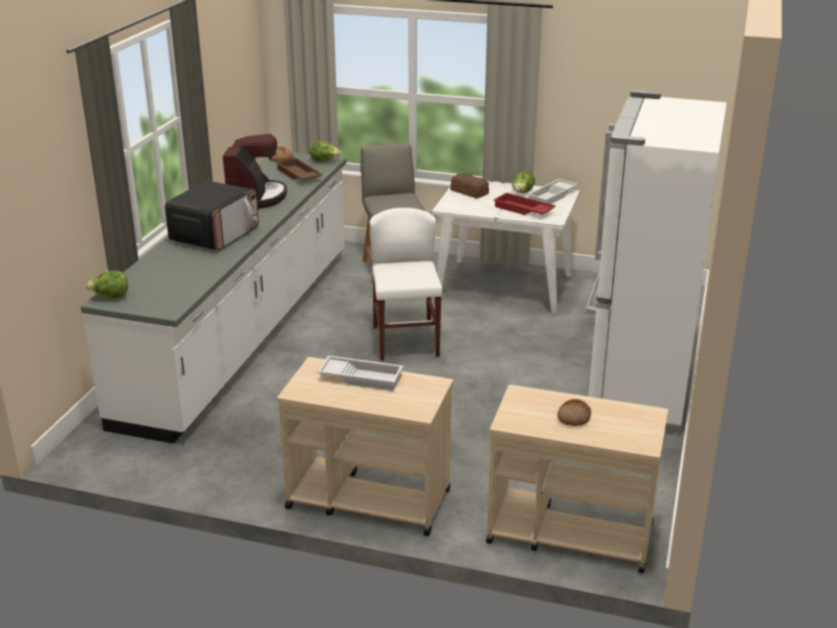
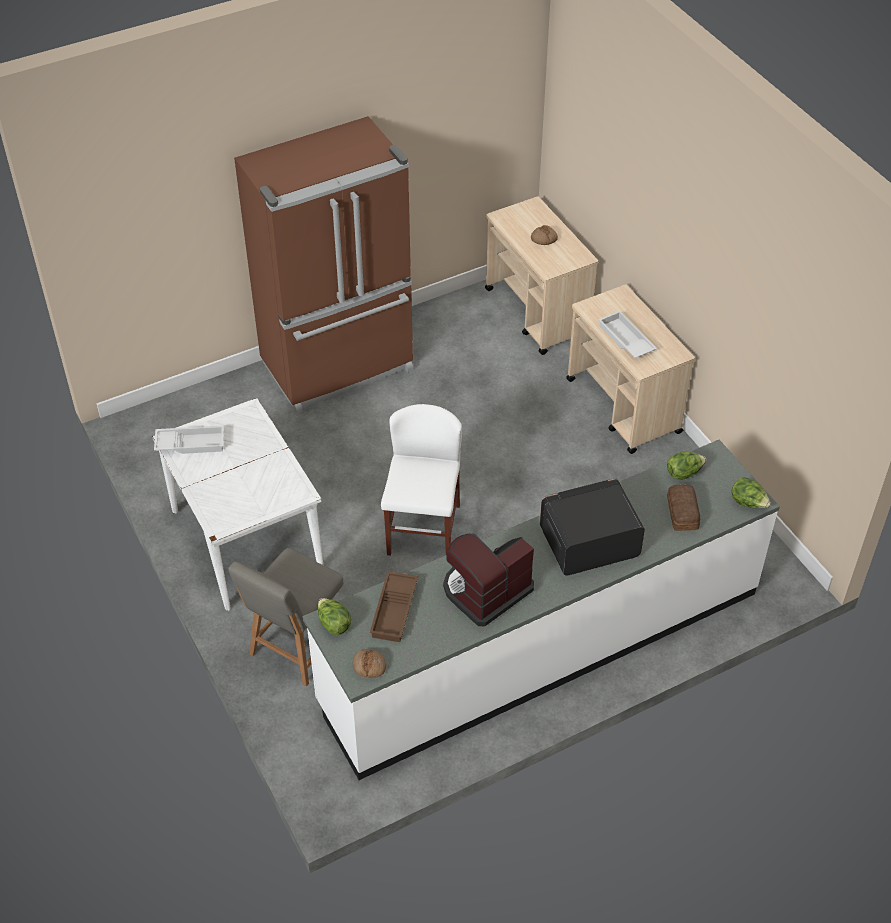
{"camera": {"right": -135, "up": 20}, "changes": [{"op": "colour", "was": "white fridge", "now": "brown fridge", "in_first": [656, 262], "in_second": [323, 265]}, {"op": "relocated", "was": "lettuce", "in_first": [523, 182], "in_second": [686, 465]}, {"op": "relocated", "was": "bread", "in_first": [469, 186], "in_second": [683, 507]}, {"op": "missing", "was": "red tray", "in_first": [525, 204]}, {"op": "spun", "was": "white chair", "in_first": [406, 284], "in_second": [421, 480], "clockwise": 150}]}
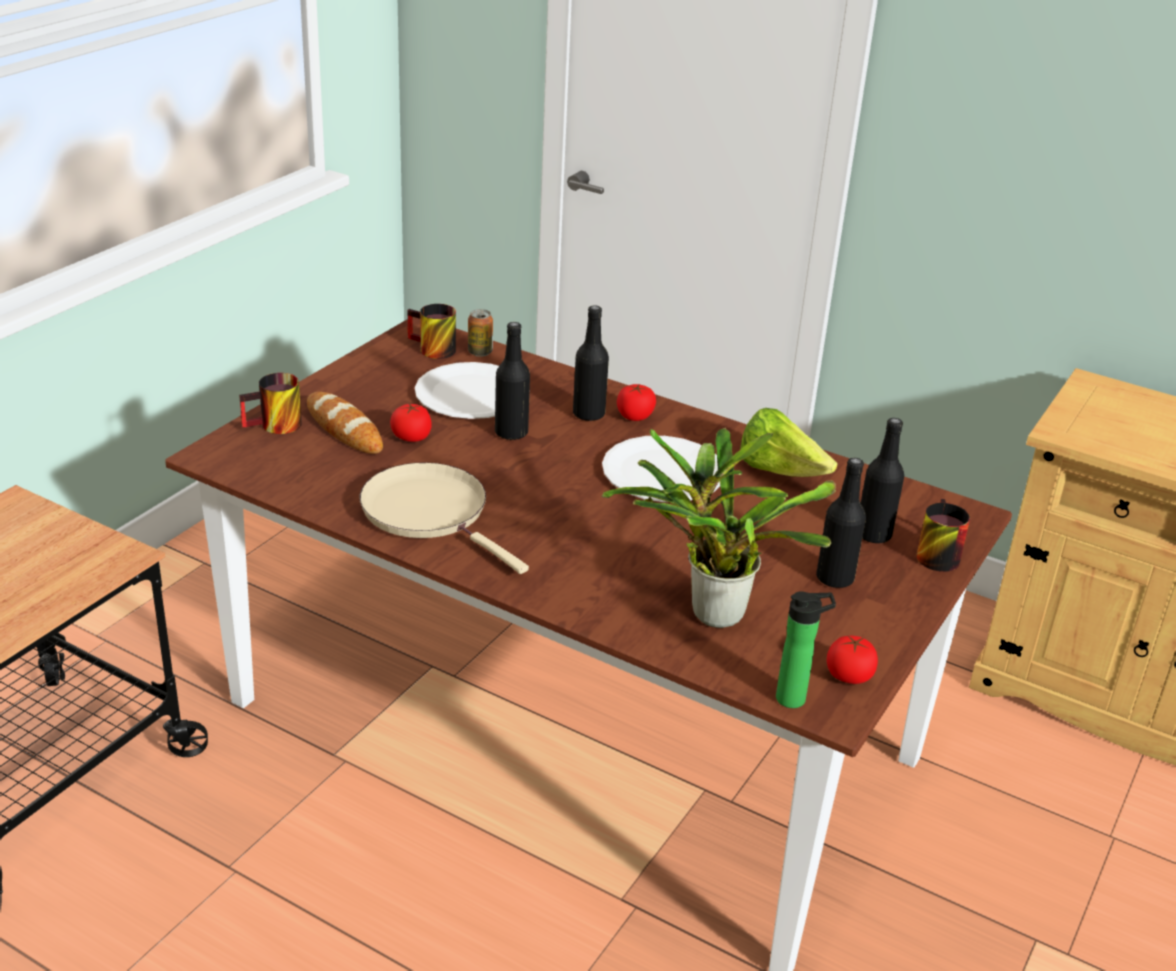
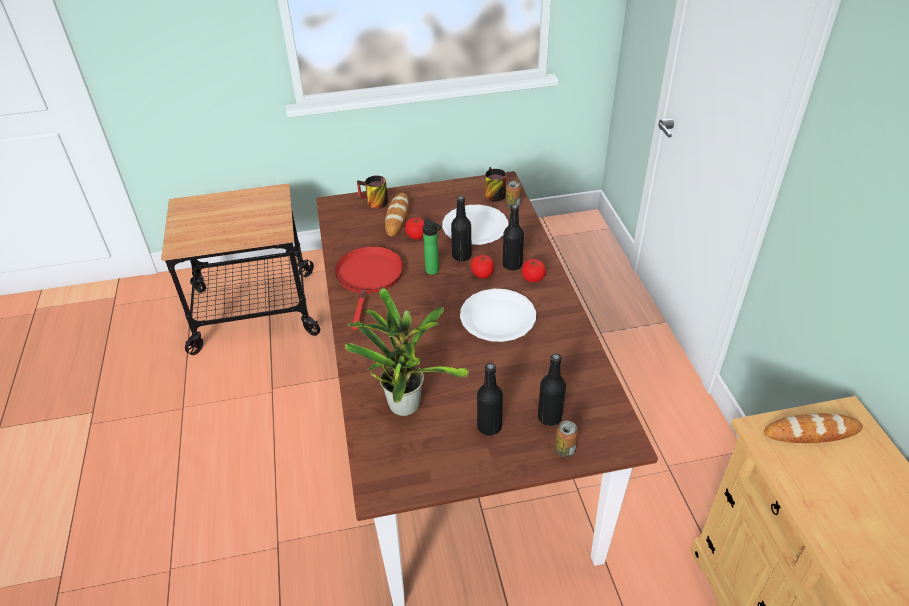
{"camera": {"right": 50, "up": 10}, "changes": [{"op": "missing", "was": "lettuce", "in_first": [789, 442]}, {"op": "colour", "was": "beige frying pan", "now": "red frying pan", "in_first": [444, 518], "in_second": [368, 288]}, {"op": "exchanged", "was": "mug", "now": "can", "in_first": [943, 535], "in_second": [566, 439]}, {"op": "relocated", "was": "bottle", "in_first": [806, 649], "in_second": [432, 247]}, {"op": "relocated", "was": "tomato", "in_first": [852, 659], "in_second": [483, 266]}, {"op": "appeared", "now": "bread", "in_second": [813, 428]}]}
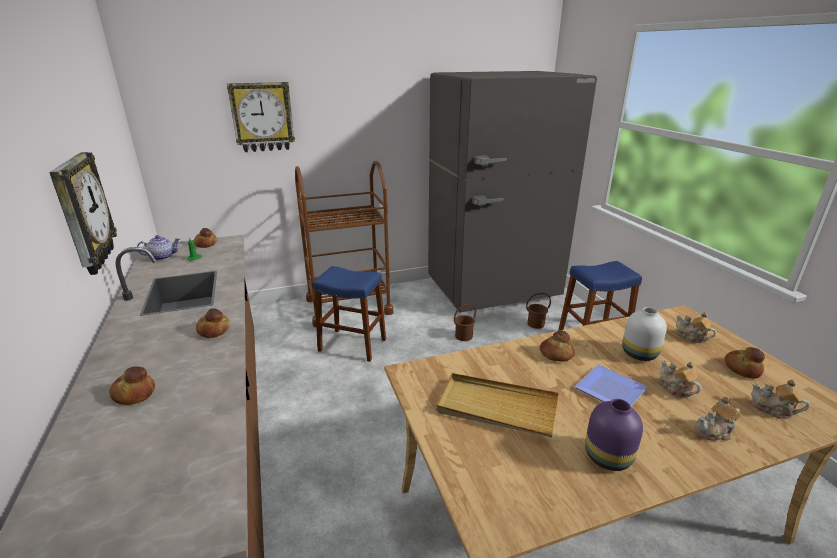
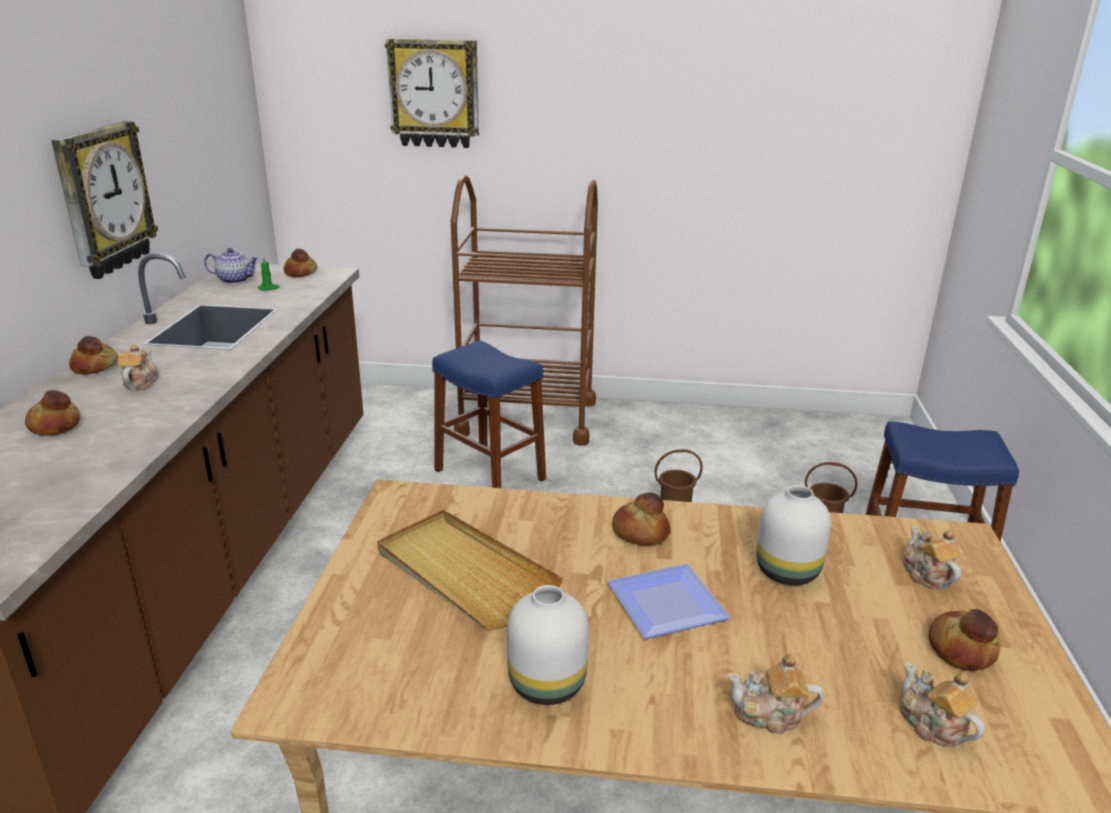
{"camera": {"right": 25, "up": 0}, "changes": [{"op": "missing", "was": "grey fridge", "in_first": [512, 192]}, {"op": "relocated", "was": "bread", "in_first": [213, 323], "in_second": [93, 355]}, {"op": "relocated", "was": "teapot", "in_first": [680, 379], "in_second": [138, 367]}, {"op": "colour", "was": "purple vase", "now": "white vase", "in_first": [614, 435], "in_second": [548, 645]}]}
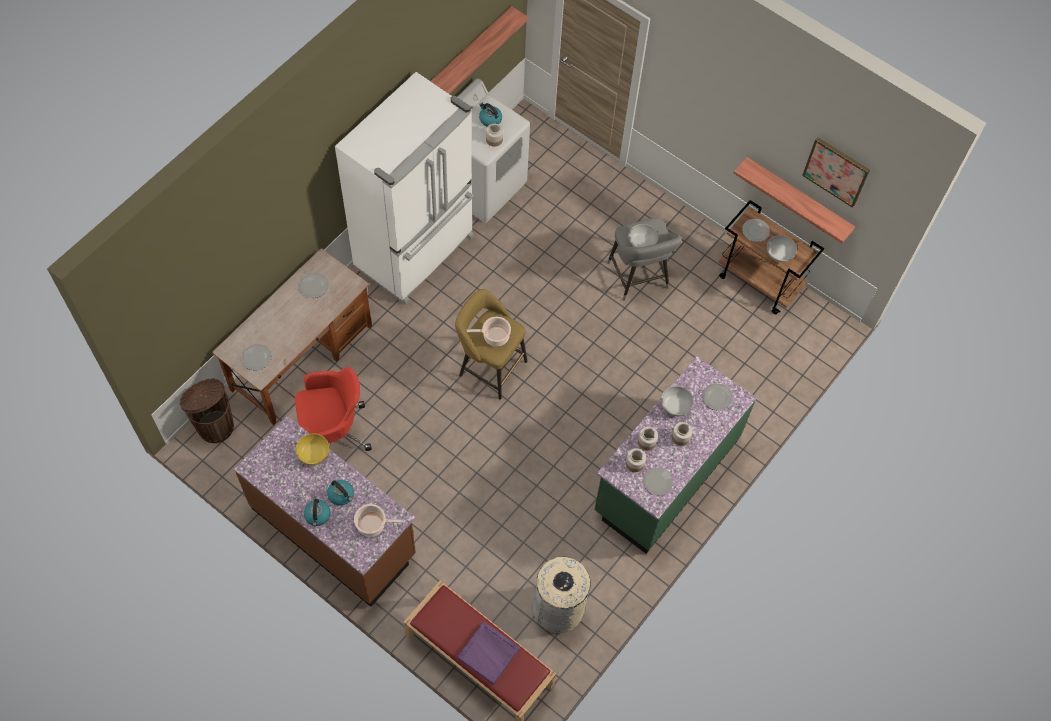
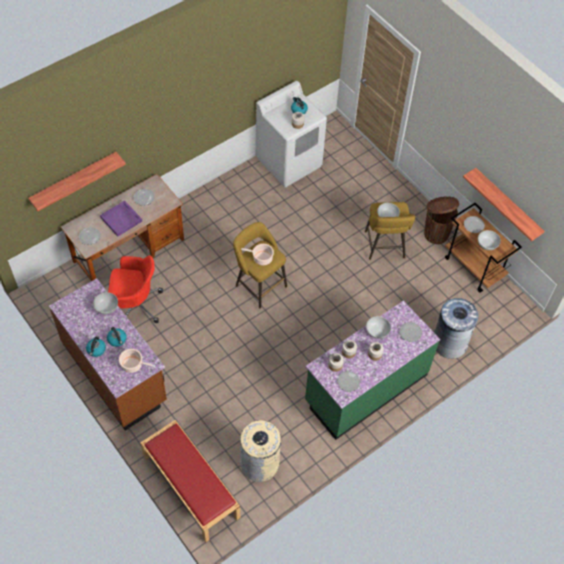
{"camera": {"right": 15, "up": -5}, "changes": [{"op": "relocated", "was": "shelf", "in_first": [480, 50], "in_second": [77, 181]}, {"op": "missing", "was": "white fridge", "in_first": [404, 188]}, {"op": "missing", "was": "picture", "in_first": [836, 172]}, {"op": "colour", "was": "grey stool", "now": "yellow stool", "in_first": [644, 259], "in_second": [390, 231]}, {"op": "relocated", "was": "brown trash can", "in_first": [207, 411], "in_second": [441, 220]}, {"op": "colour", "was": "yellow bowl", "now": "white bowl", "in_first": [312, 449], "in_second": [105, 303]}, {"op": "relocated", "was": "purple tray", "in_first": [488, 653], "in_second": [121, 218]}, {"op": "appeared", "now": "grey trash can", "in_second": [456, 328]}]}
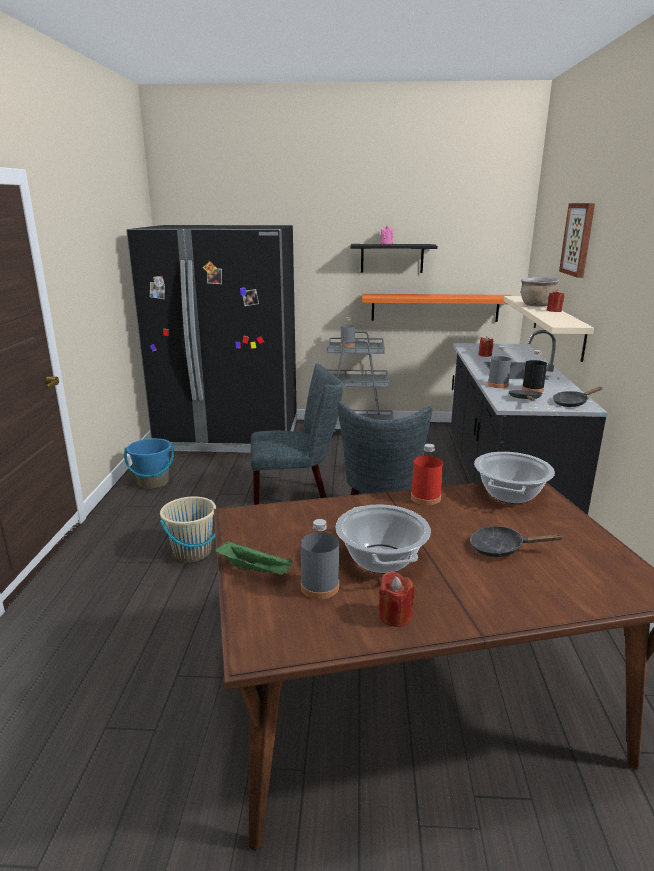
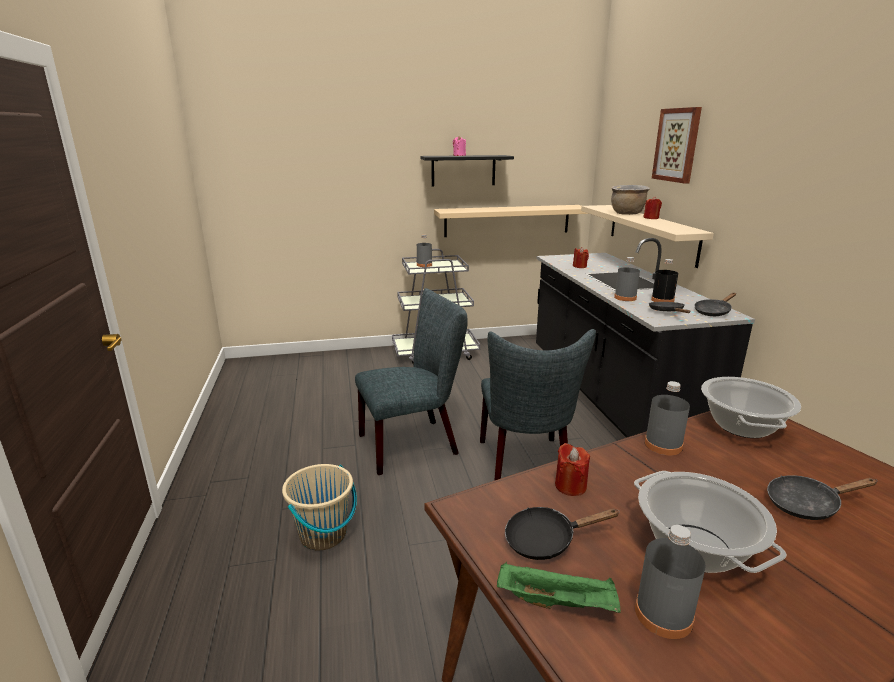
{"camera": {"right": -15, "up": 0}, "changes": [{"op": "missing", "was": "black fridge", "in_first": [211, 339]}, {"op": "colour", "was": "orange shelf", "now": "beige shelf", "in_first": [437, 308], "in_second": [511, 221]}, {"op": "missing", "was": "blue bucket", "in_first": [149, 463]}, {"op": "colour", "was": "red bottle", "now": "grey bottle", "in_first": [427, 474], "in_second": [667, 418]}, {"op": "relocated", "was": "red candle", "in_first": [396, 599], "in_second": [572, 469]}, {"op": "appeared", "now": "black frying pan", "in_second": [562, 533]}]}
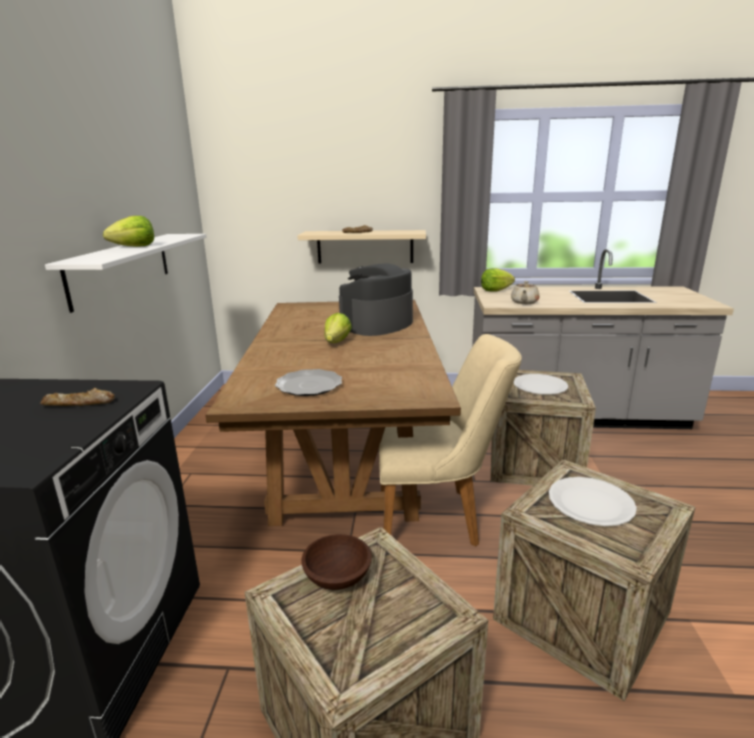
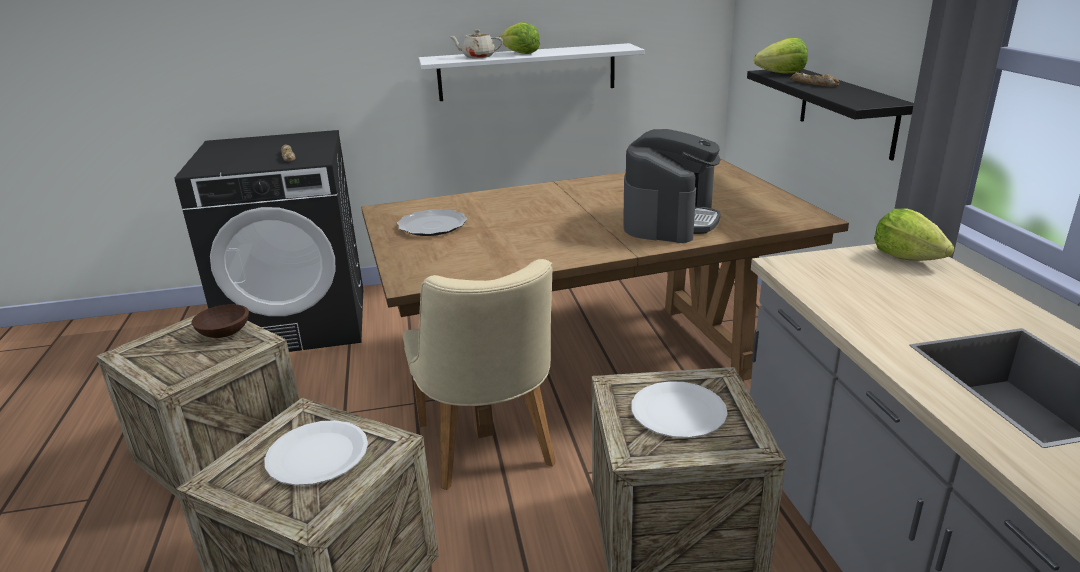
{"camera": {"right": 75, "up": 5}, "changes": [{"op": "colour", "was": "beige shelf", "now": "black shelf", "in_first": [361, 247], "in_second": [830, 115]}, {"op": "spun", "was": "coffee machine", "in_first": [376, 299], "in_second": [672, 186], "clockwise": 90}, {"op": "relocated", "was": "beige teapot", "in_first": [525, 292], "in_second": [476, 44]}, {"op": "relocated", "was": "lettuce", "in_first": [338, 328], "in_second": [781, 55]}]}
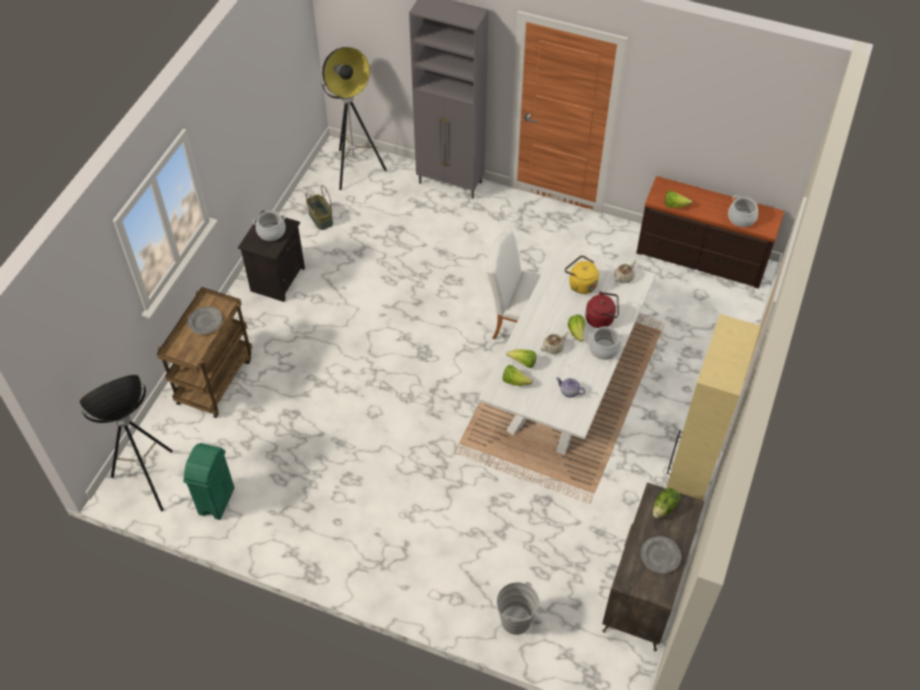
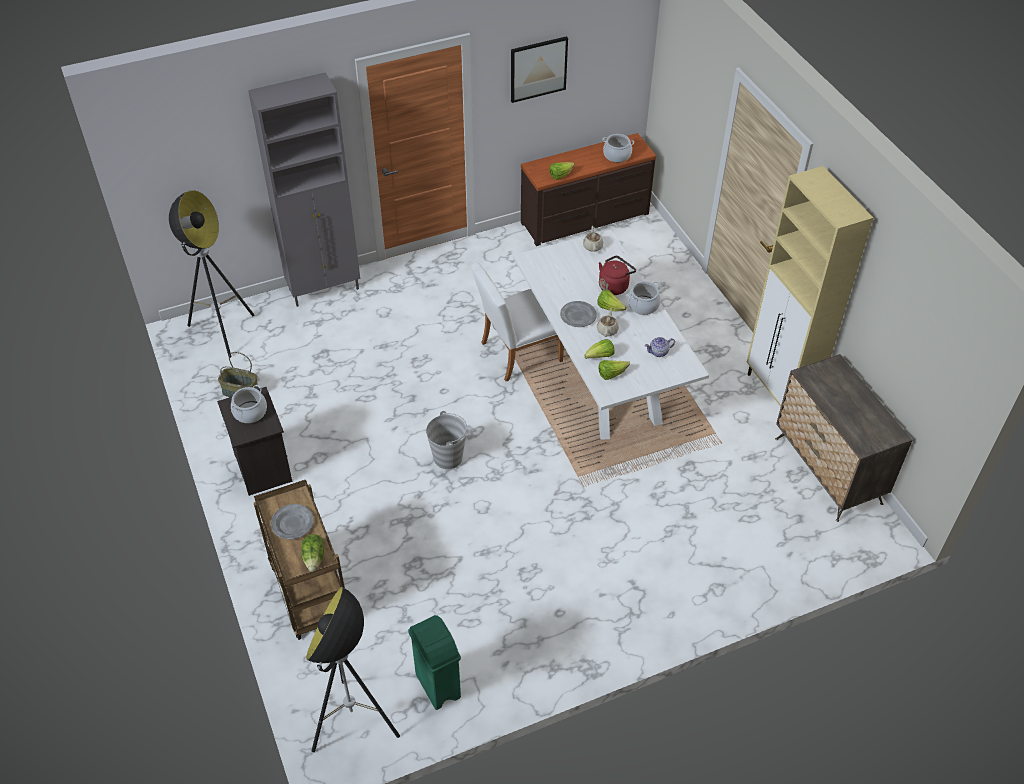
{"camera": {"right": -45, "up": -5}, "changes": [{"op": "missing", "was": "yellow kettle", "in_first": [582, 274]}, {"op": "relocated", "was": "lettuce", "in_first": [666, 503], "in_second": [312, 553]}, {"op": "relocated", "was": "grey plate", "in_first": [661, 554], "in_second": [578, 314]}, {"op": "relocated", "was": "grey bucket", "in_first": [518, 608], "in_second": [446, 440]}, {"op": "appeared", "now": "picture", "in_second": [539, 69]}]}
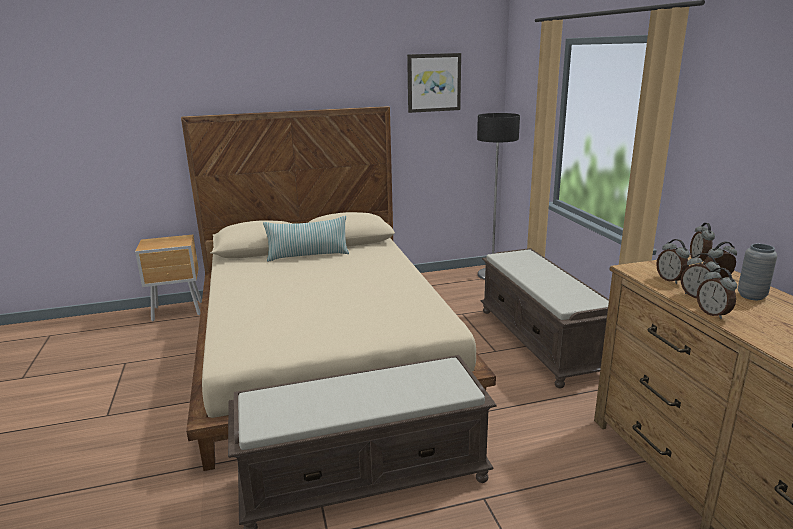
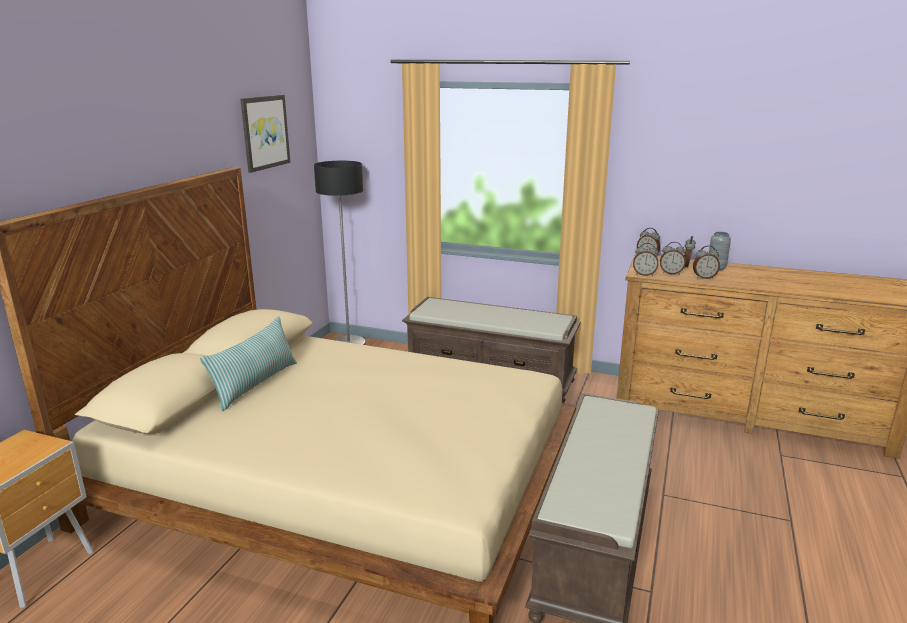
{"camera": {"right": -55, "up": 0}, "changes": [{"op": "relocated", "was": "alarm clock", "in_first": [717, 293], "in_second": [646, 259]}]}
